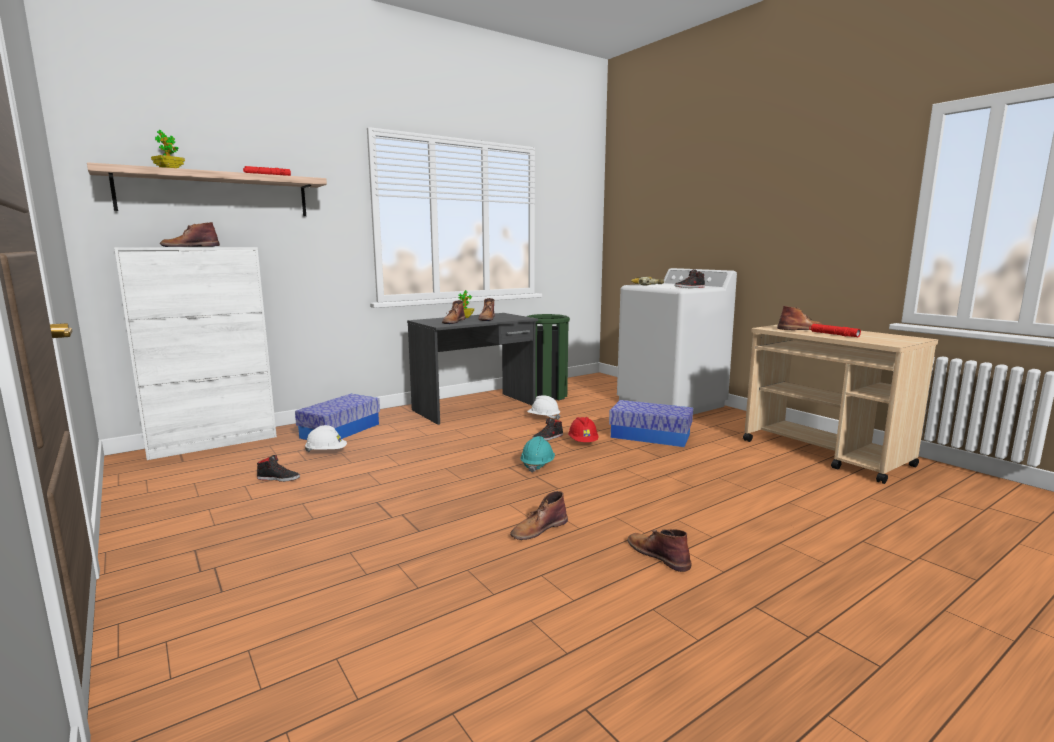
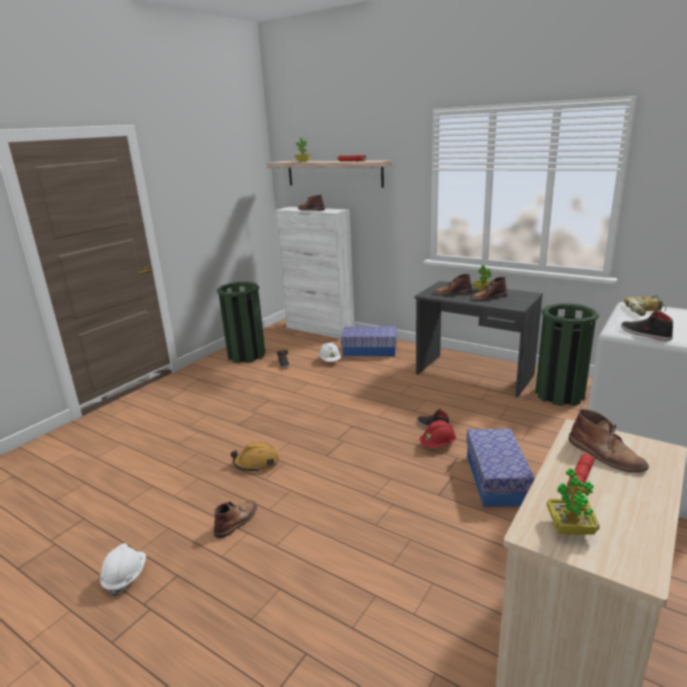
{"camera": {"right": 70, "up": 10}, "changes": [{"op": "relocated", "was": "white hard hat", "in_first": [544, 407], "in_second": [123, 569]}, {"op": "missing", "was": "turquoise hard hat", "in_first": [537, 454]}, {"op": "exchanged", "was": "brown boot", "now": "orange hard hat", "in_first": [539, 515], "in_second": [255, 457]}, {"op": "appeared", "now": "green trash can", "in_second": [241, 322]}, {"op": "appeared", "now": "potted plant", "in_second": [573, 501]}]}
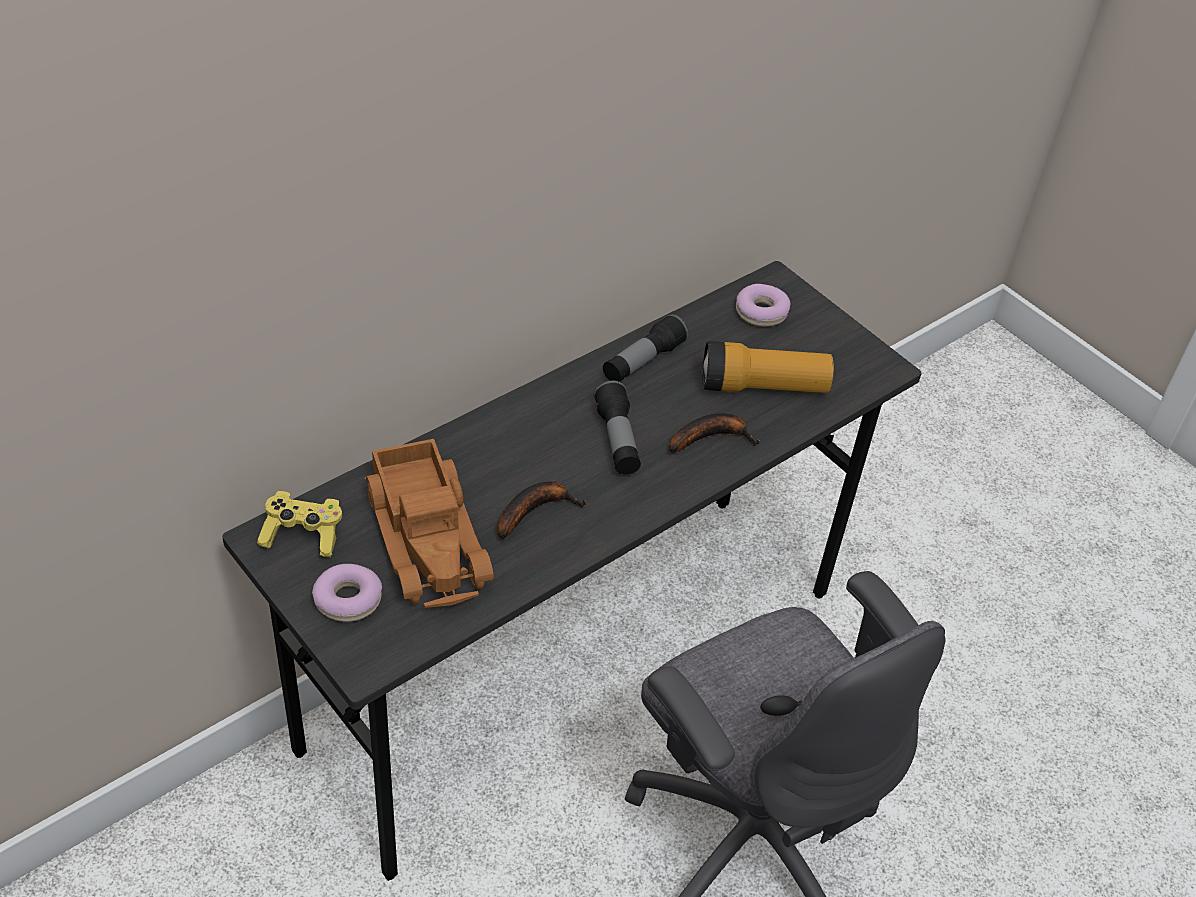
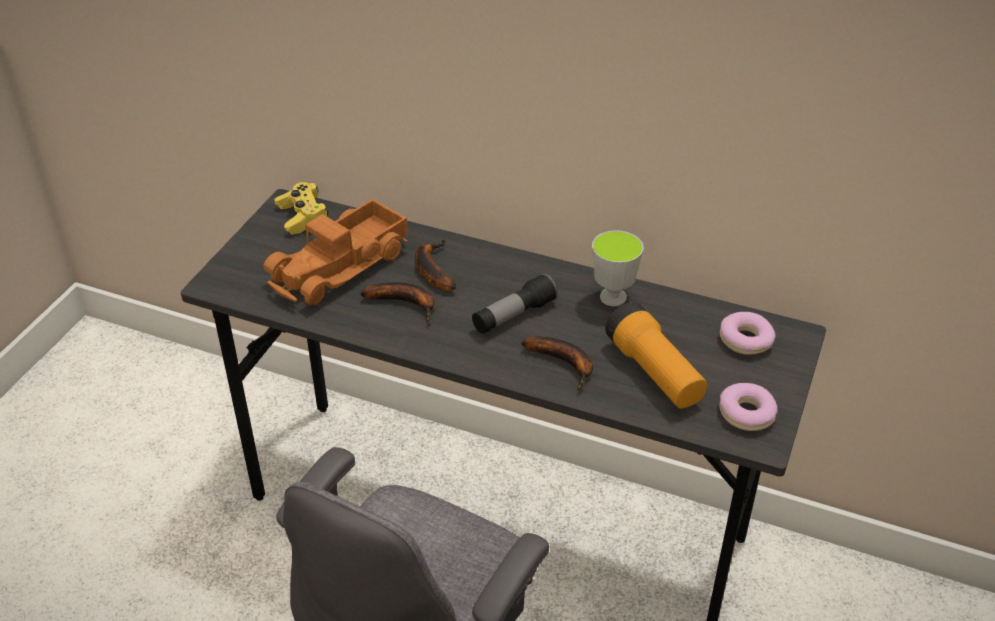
{"camera": {"right": 65, "up": -5}, "changes": [{"op": "exchanged", "was": "flashlight", "now": "cup", "in_first": [646, 348], "in_second": [617, 268]}, {"op": "relocated", "was": "donut", "in_first": [347, 593], "in_second": [748, 407]}, {"op": "appeared", "now": "banana", "in_second": [435, 265]}]}
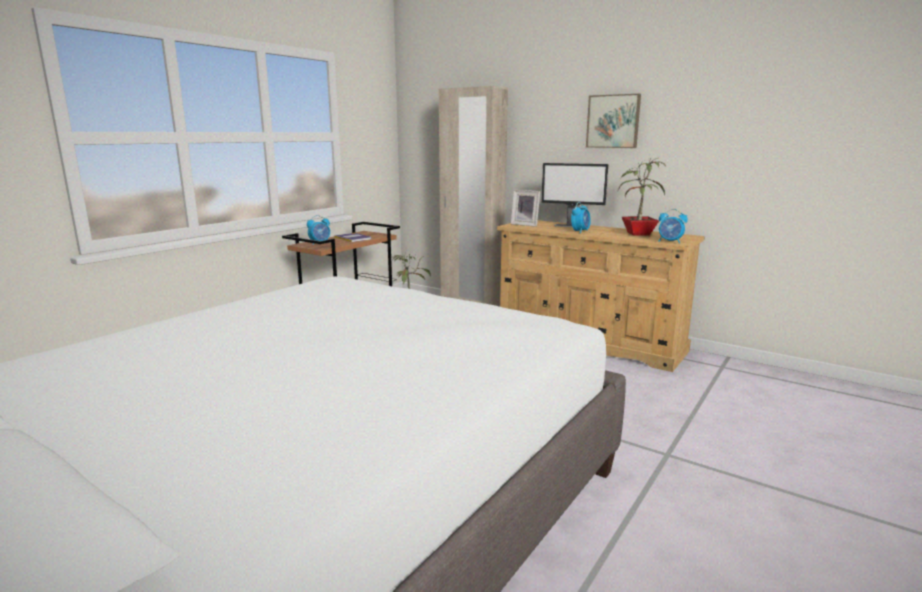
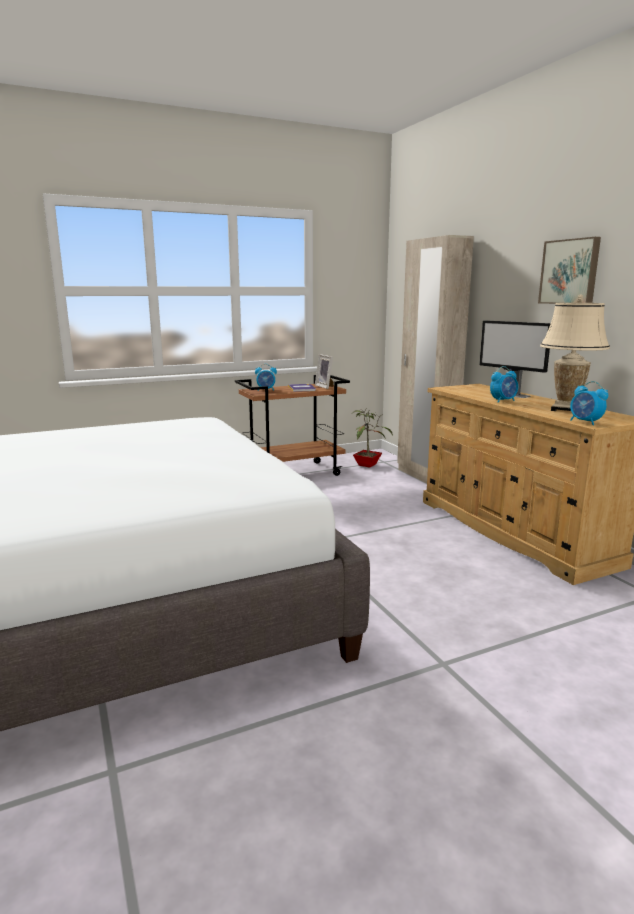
{"camera": {"right": 30, "up": 0}, "changes": [{"op": "exchanged", "was": "potted plant", "now": "beige table lamp", "in_first": [642, 196], "in_second": [575, 353]}, {"op": "relocated", "was": "picture frame", "in_first": [525, 208], "in_second": [324, 371]}]}
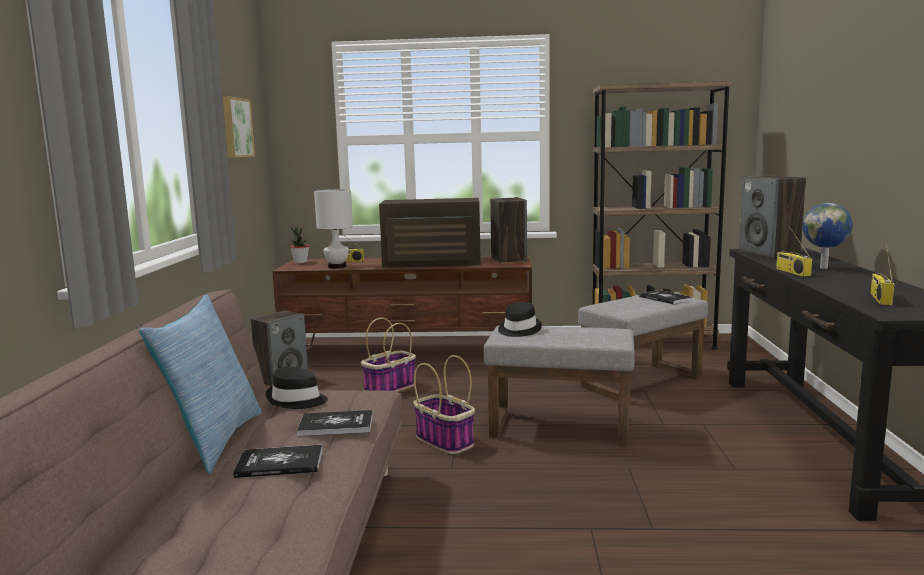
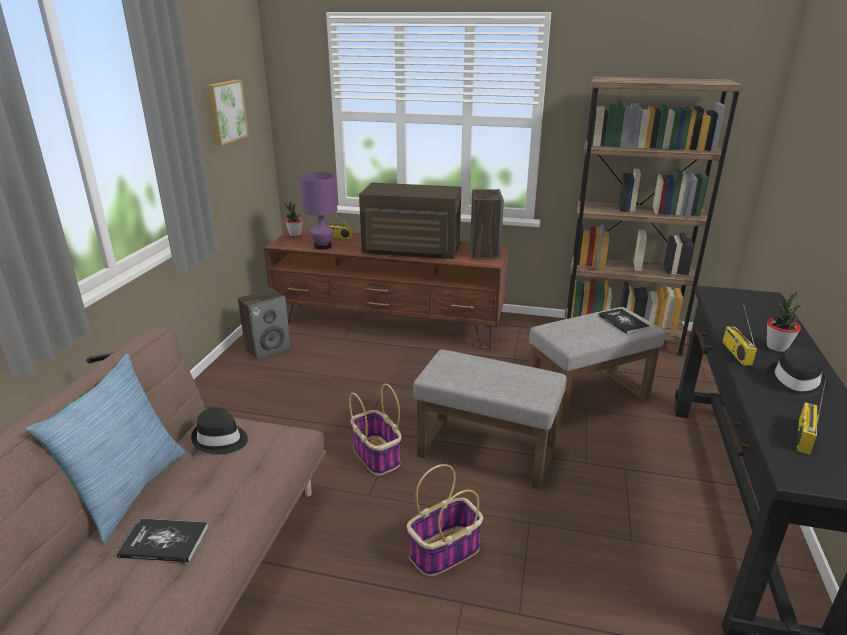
{"camera": {"right": 10, "up": 15}, "changes": [{"op": "missing", "was": "speaker", "in_first": [772, 217]}, {"op": "colour", "was": "white table lamp", "now": "purple table lamp", "in_first": [333, 228], "in_second": [318, 211]}, {"op": "exchanged", "was": "globe", "now": "potted plant", "in_first": [828, 236], "in_second": [784, 321]}, {"op": "relocated", "was": "black hat", "in_first": [520, 319], "in_second": [797, 374]}, {"op": "relocated", "was": "basket", "in_first": [388, 355], "in_second": [445, 520]}, {"op": "missing", "was": "book", "in_first": [335, 423]}]}
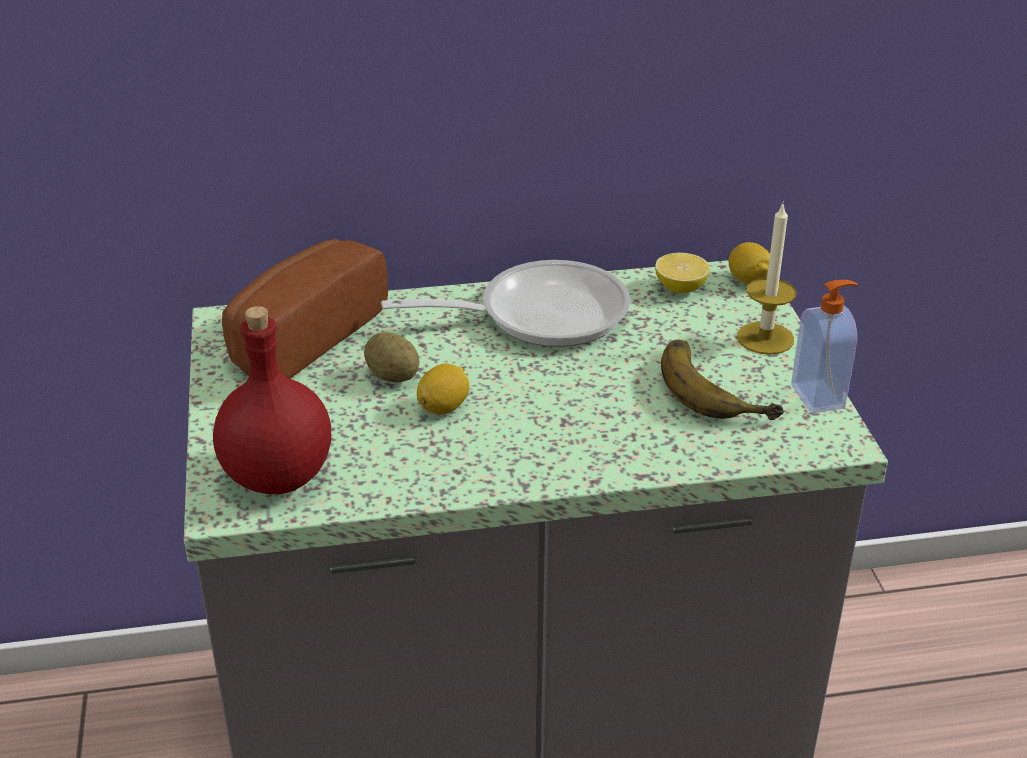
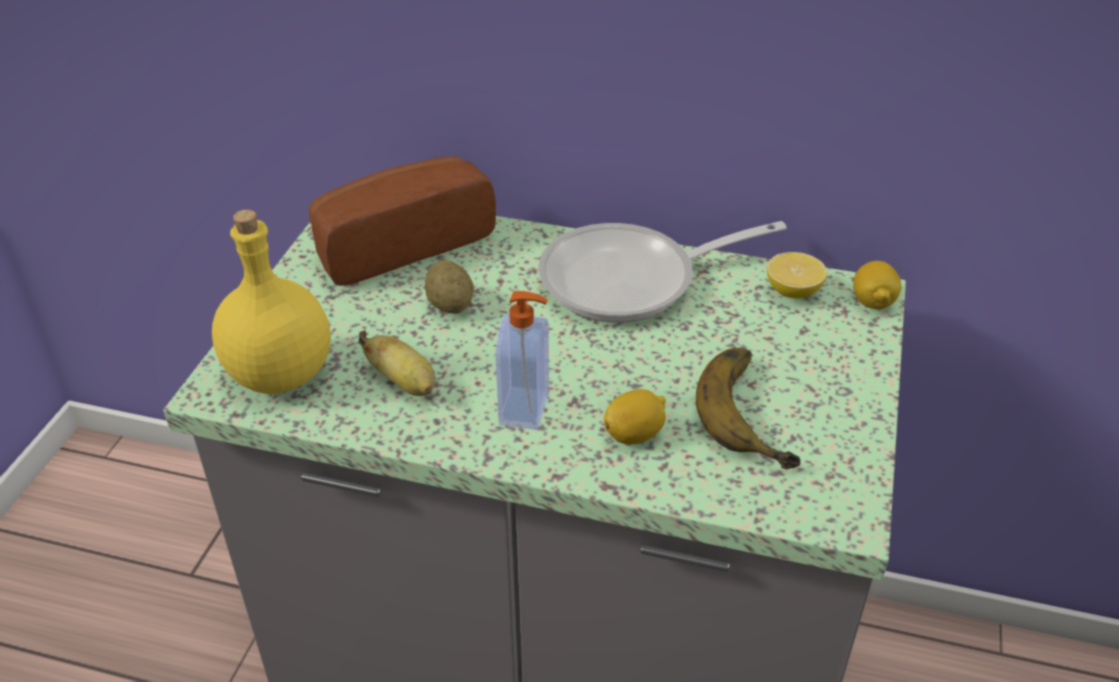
{"camera": {"right": 25, "up": 5}, "changes": [{"op": "missing", "was": "candle", "in_first": [766, 279]}, {"op": "spun", "was": "frying pan", "in_first": [505, 303], "in_second": [663, 271], "clockwise": 150}, {"op": "relocated", "was": "soap dispenser", "in_first": [824, 346], "in_second": [522, 360]}, {"op": "colour", "was": "red bottle", "now": "yellow bottle", "in_first": [272, 400], "in_second": [271, 301]}, {"op": "relocated", "was": "lemon", "in_first": [443, 389], "in_second": [635, 416]}, {"op": "appeared", "now": "banana", "in_second": [397, 363]}]}
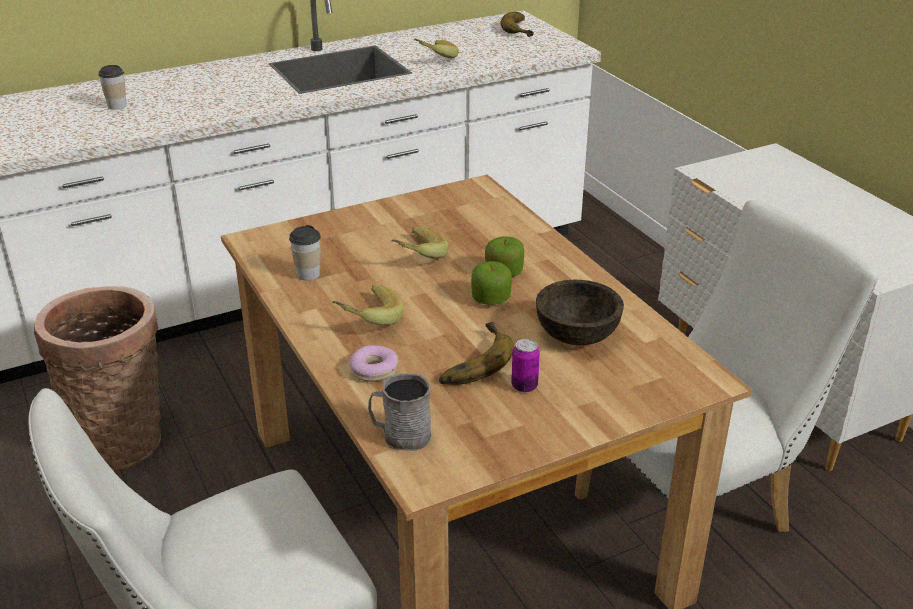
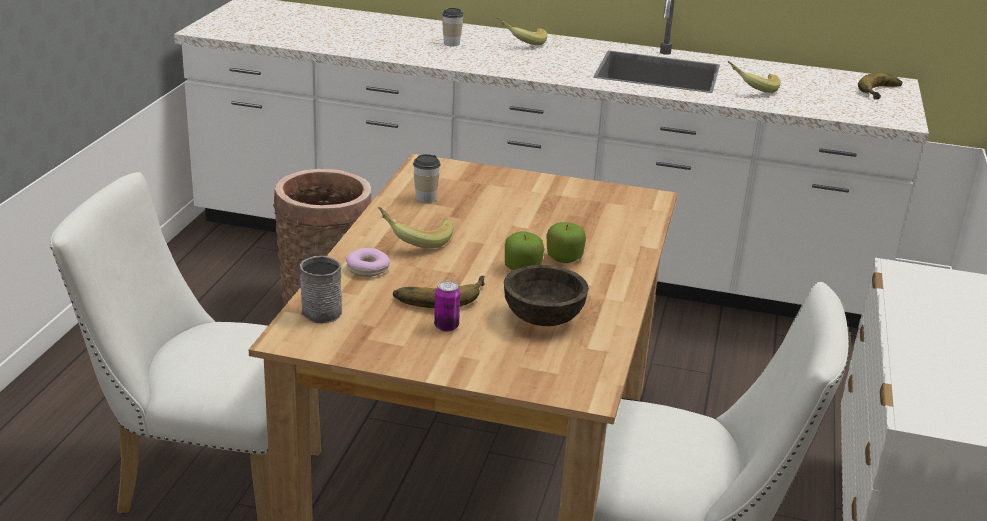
{"camera": {"right": 40, "up": -5}, "changes": [{"op": "relocated", "was": "banana", "in_first": [420, 242], "in_second": [522, 31]}]}
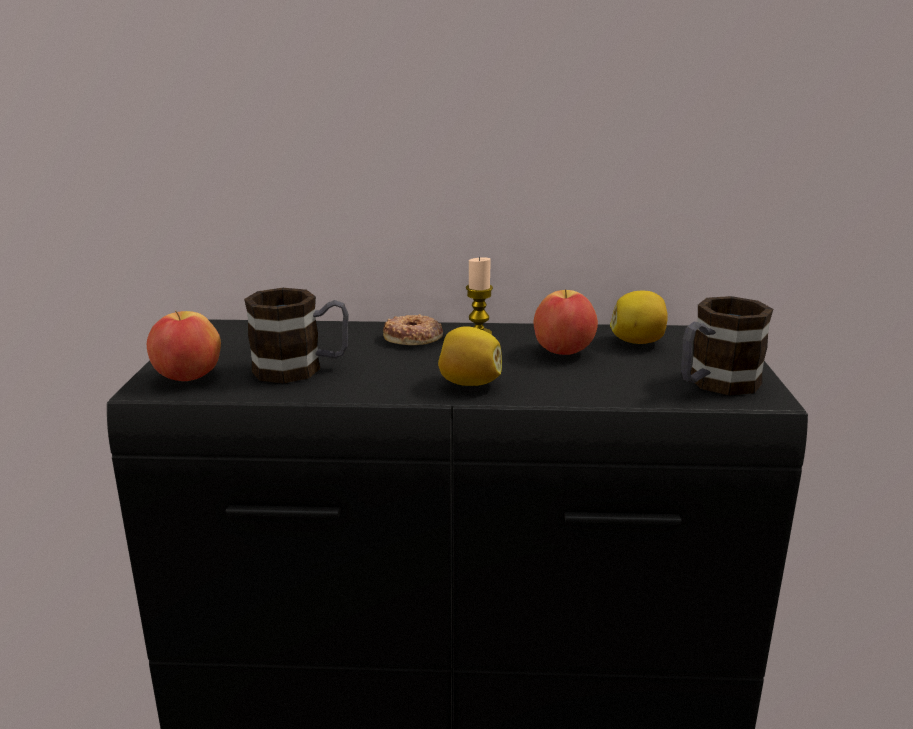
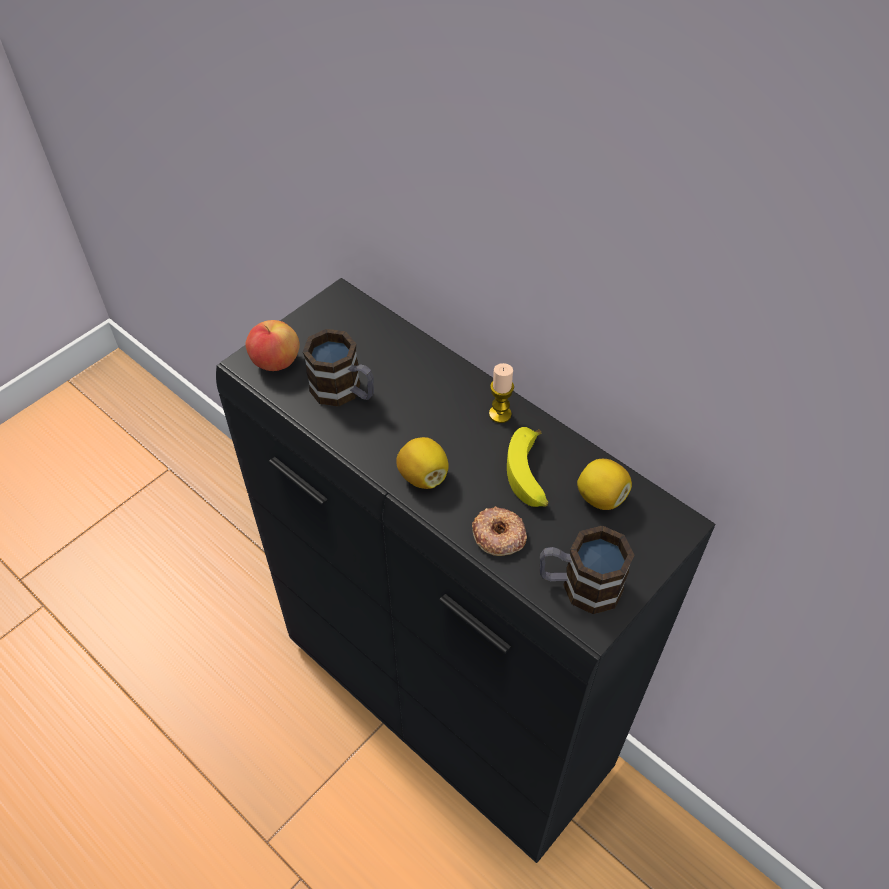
{"camera": {"right": 40, "up": 30}, "changes": [{"op": "exchanged", "was": "apple", "now": "banana", "in_first": [566, 322], "in_second": [527, 467]}, {"op": "relocated", "was": "donut", "in_first": [413, 329], "in_second": [499, 531]}]}
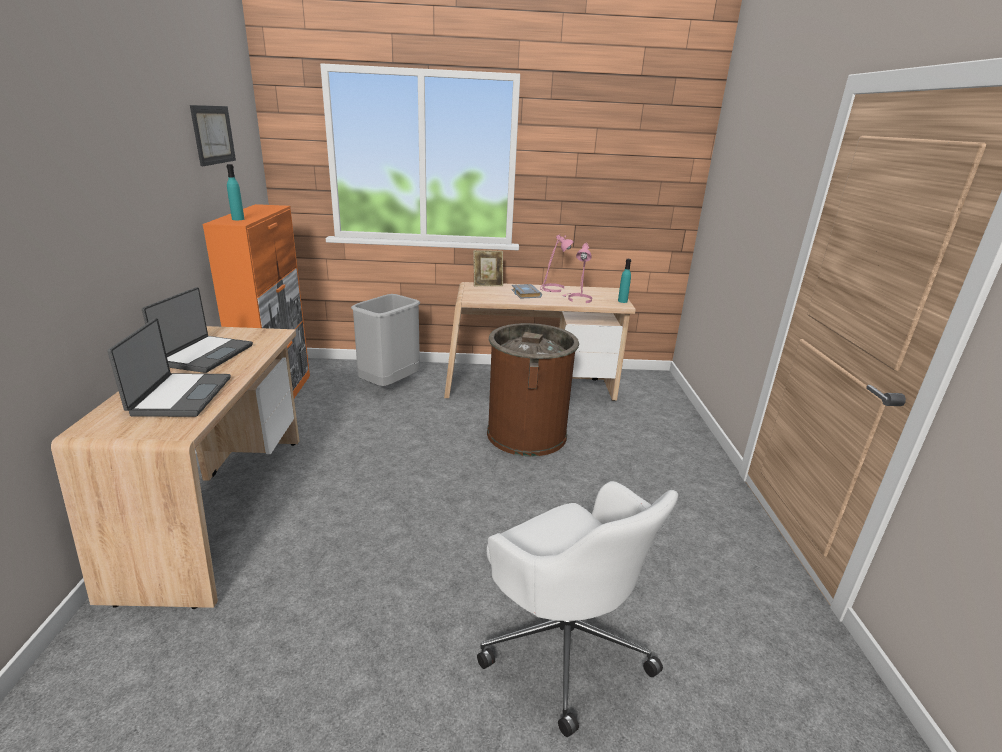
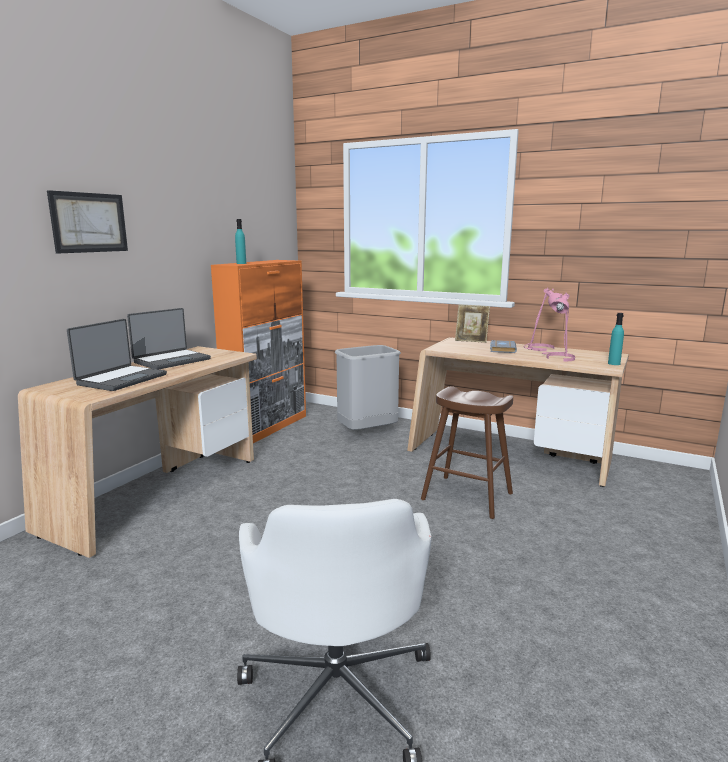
{"camera": {"right": 30, "up": -10}, "changes": [{"op": "relocated", "was": "picture", "in_first": [213, 135], "in_second": [87, 222]}, {"op": "exchanged", "was": "brown trash can", "now": "brown stool", "in_first": [533, 390], "in_second": [467, 452]}]}
